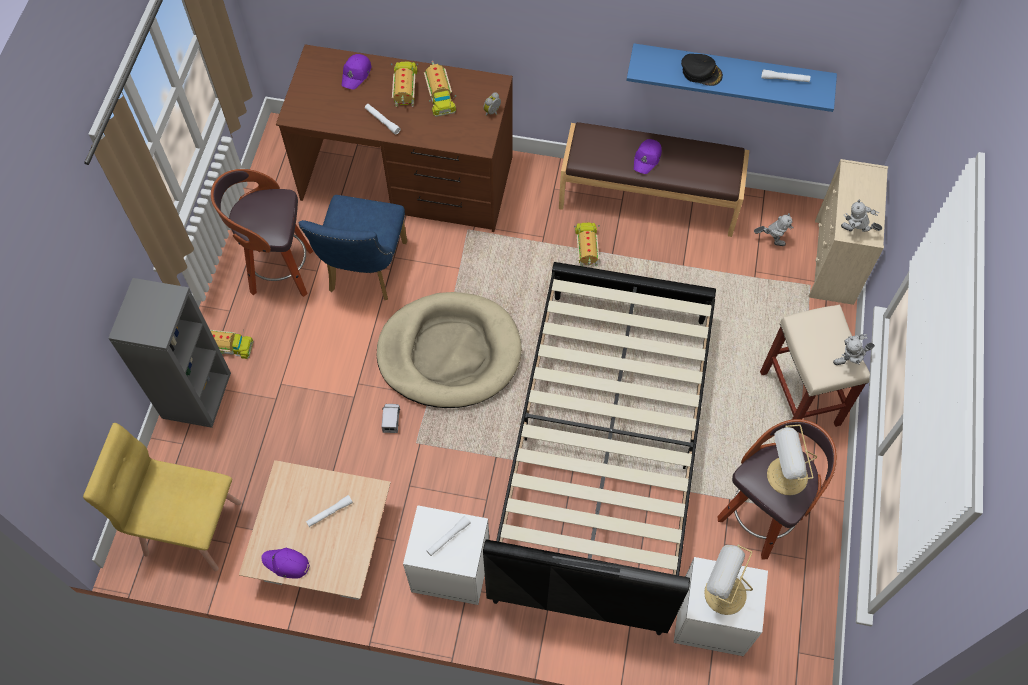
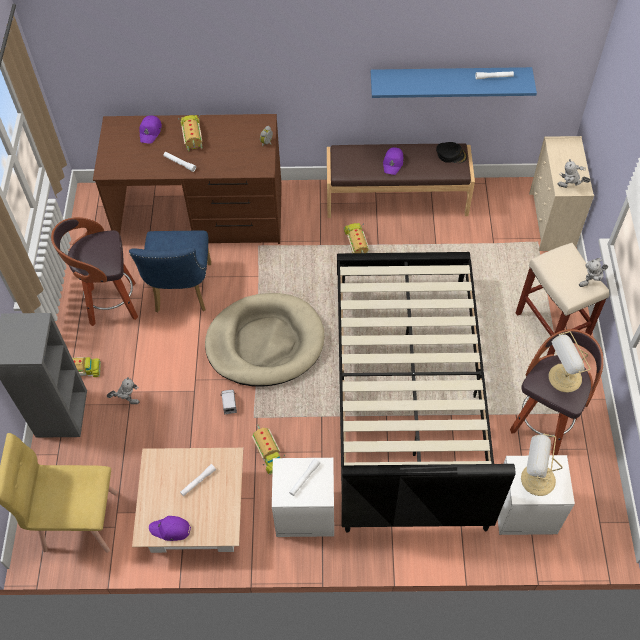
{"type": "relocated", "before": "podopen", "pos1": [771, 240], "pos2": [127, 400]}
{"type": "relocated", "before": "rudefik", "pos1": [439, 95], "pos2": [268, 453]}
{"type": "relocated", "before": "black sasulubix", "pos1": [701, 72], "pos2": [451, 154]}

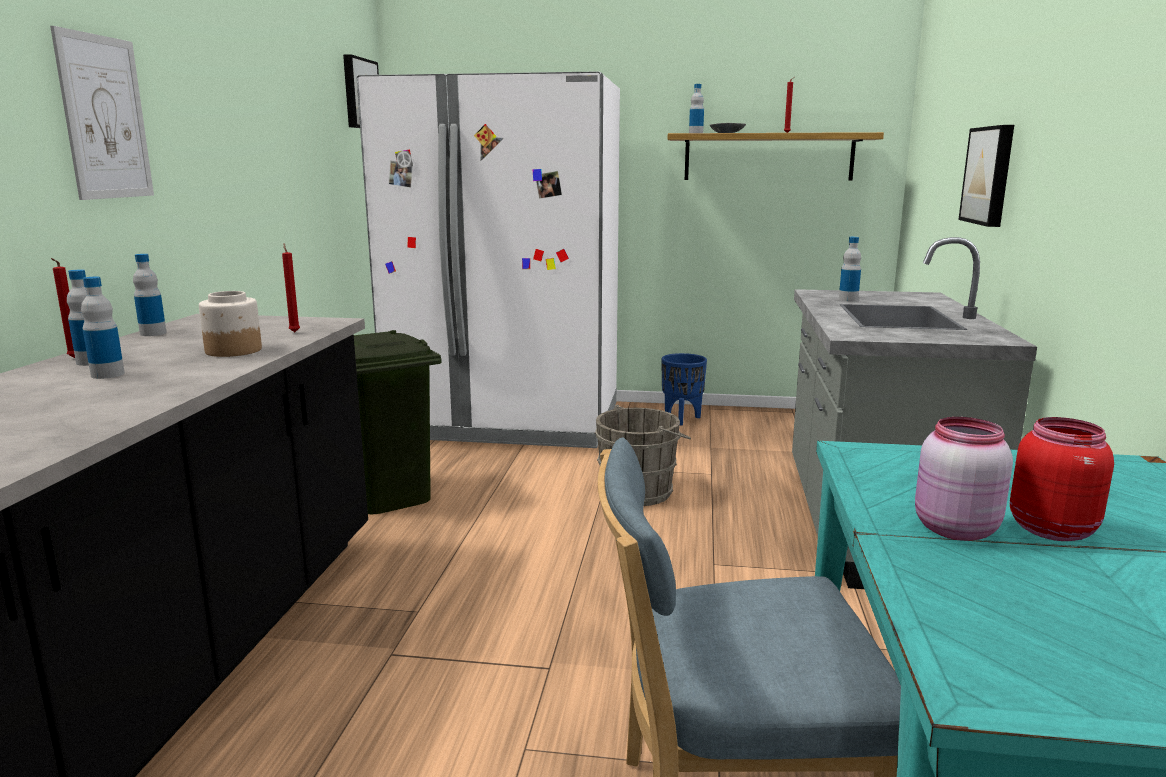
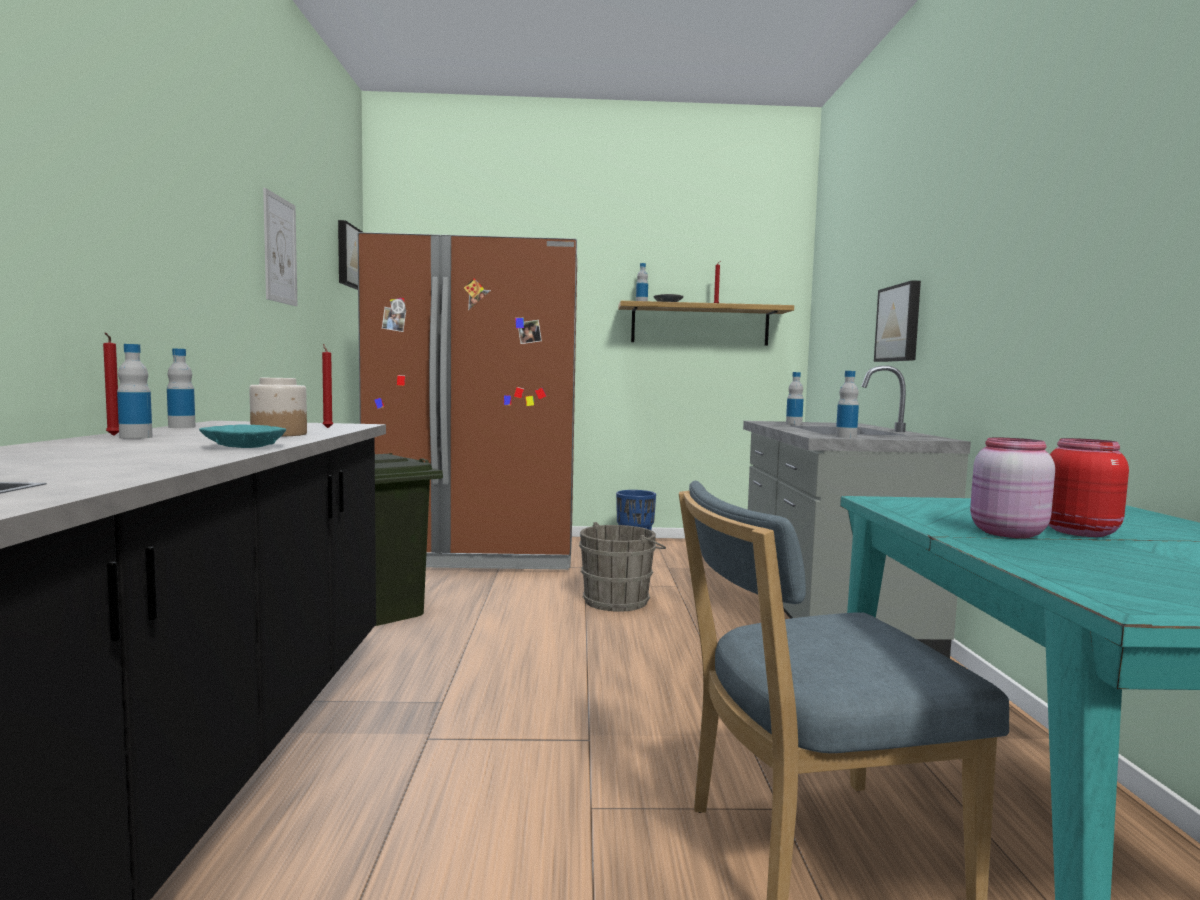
{"type": "appeared", "after": "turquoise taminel", "pos2": [244, 447]}
{"type": "relocated", "before": "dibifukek", "pos1": [105, 118], "pos2": [280, 250]}
{"type": "colour", "before": "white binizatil", "after": "brown binizatil", "pos1": [508, 421], "pos2": [477, 552]}
{"type": "relocated", "before": "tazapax", "pos1": [107, 374], "pos2": [846, 437]}

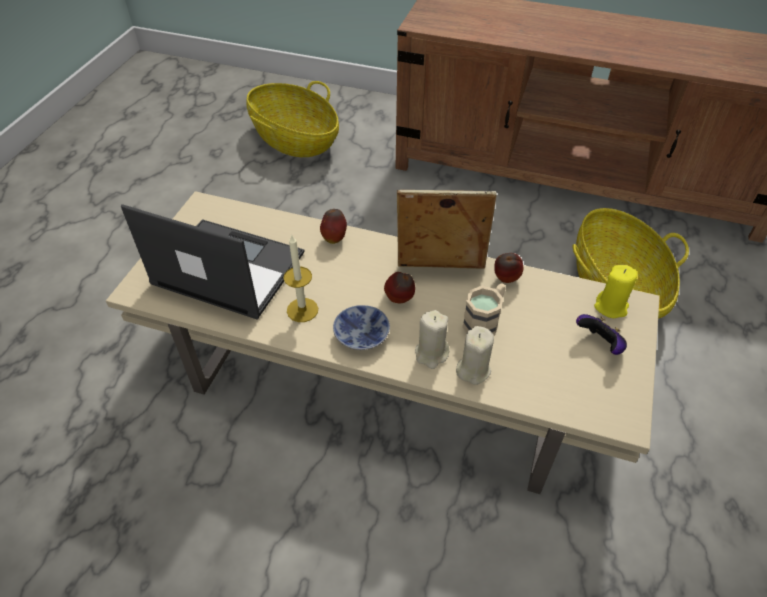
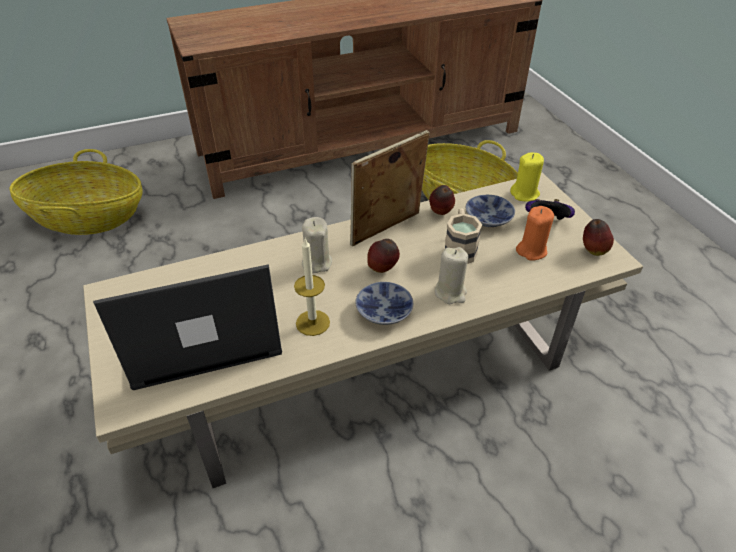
{"type": "relocated", "before": "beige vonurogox", "pos1": [473, 370], "pos2": [316, 263]}
{"type": "appeared", "after": "taminel", "pos2": [487, 219]}
{"type": "appeared", "after": "orange vonurogox", "pos2": [531, 250]}
{"type": "relocated", "before": "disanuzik", "pos1": [334, 238], "pos2": [592, 250]}

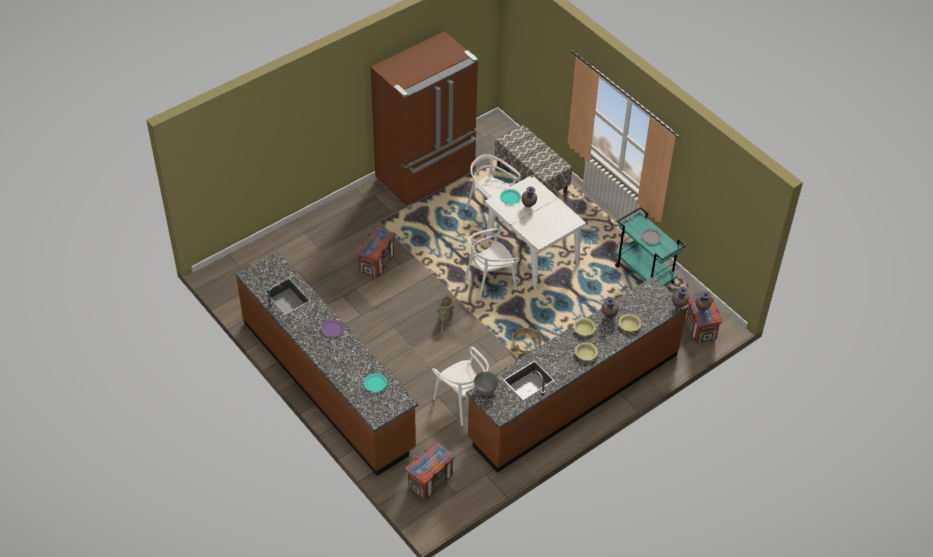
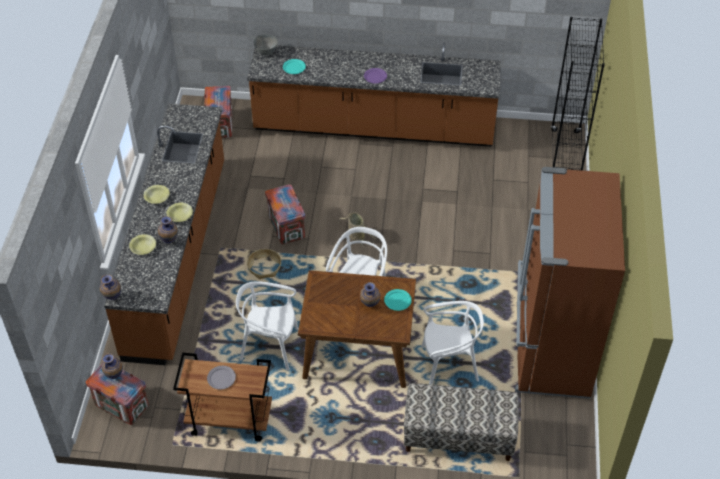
{"type": "colour", "before": "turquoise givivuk", "after": "brown givivuk", "pos1": [645, 274], "pos2": [229, 421]}
{"type": "relocated", "before": "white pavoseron", "pos1": [463, 402], "pos2": [270, 346]}
{"type": "relocated", "before": "grey taminel", "pos1": [486, 389], "pos2": [266, 52]}
{"type": "relocated", "before": "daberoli", "pos1": [376, 264], "pos2": [286, 227]}
{"type": "colour", "before": "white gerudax", "after": "brown gerudax", "pos1": [531, 253], "pos2": [358, 353]}
{"type": "appeared", "after": "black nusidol", "pos2": [565, 154]}

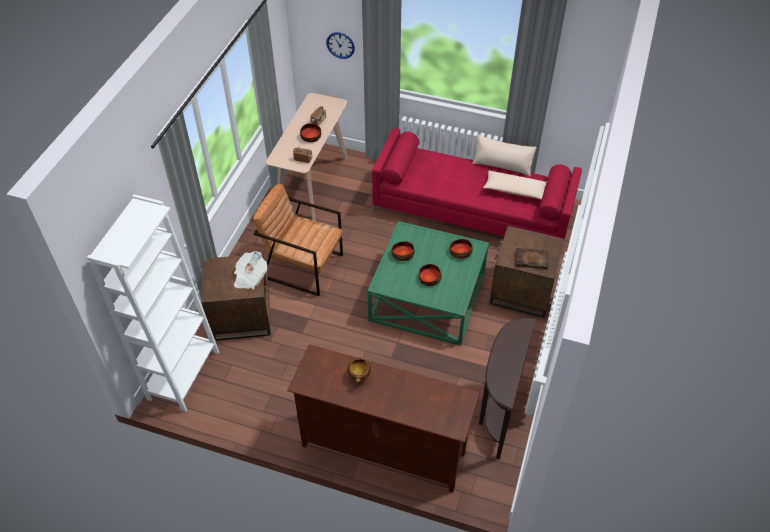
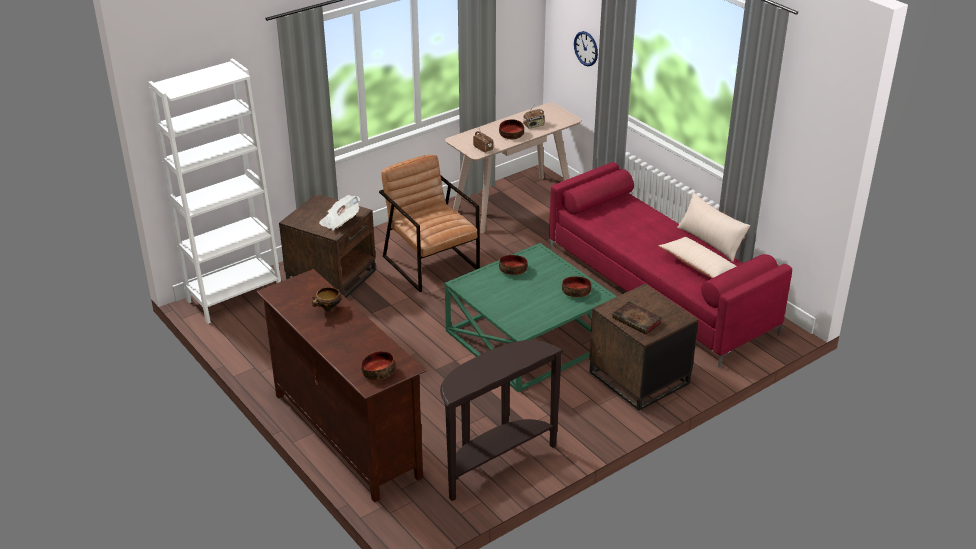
{"type": "relocated", "before": "taminel", "pos1": [429, 278], "pos2": [378, 371]}

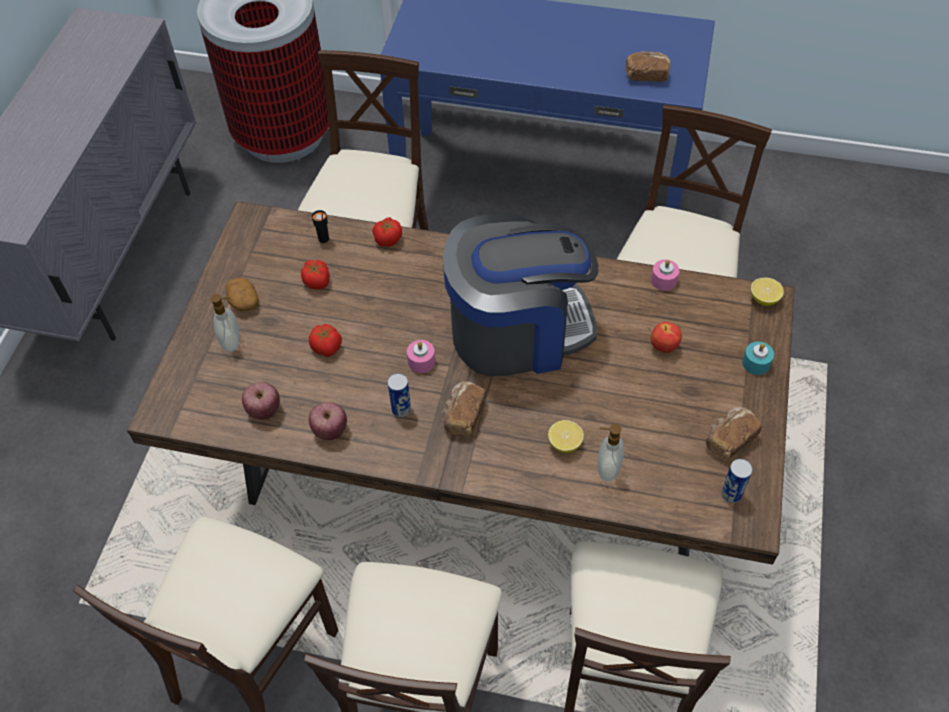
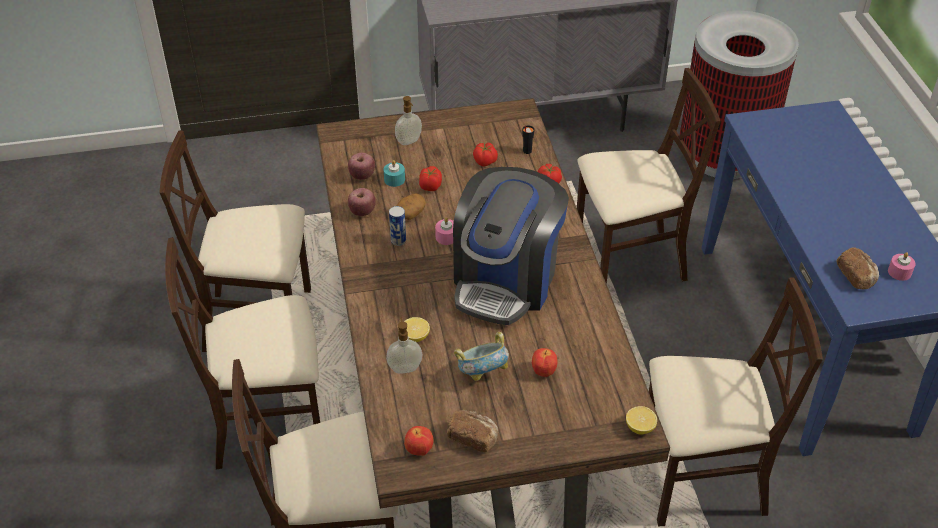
{"type": "relocated", "before": "turquoise vonurogox", "pos1": [756, 363], "pos2": [394, 179]}
{"type": "relocated", "before": "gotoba", "pos1": [243, 301], "pos2": [411, 213]}
{"type": "exchanged", "before": "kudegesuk", "after": "disanuzik", "pos1": [731, 494], "pos2": [419, 451]}
{"type": "spun", "before": "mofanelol", "pos1": [518, 331], "pos2": [506, 280], "turn": 60}
{"type": "appeared", "after": "taminel", "pos2": [482, 373]}
{"type": "relocated", "before": "pink vonurogox", "pos1": [663, 280], "pos2": [899, 272]}
{"type": "missing", "before": "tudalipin", "pos1": [463, 415]}

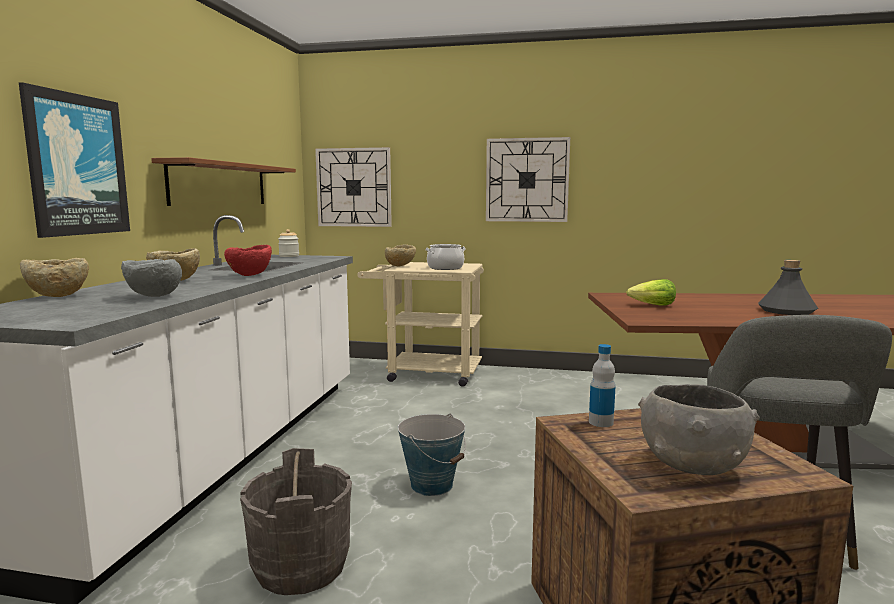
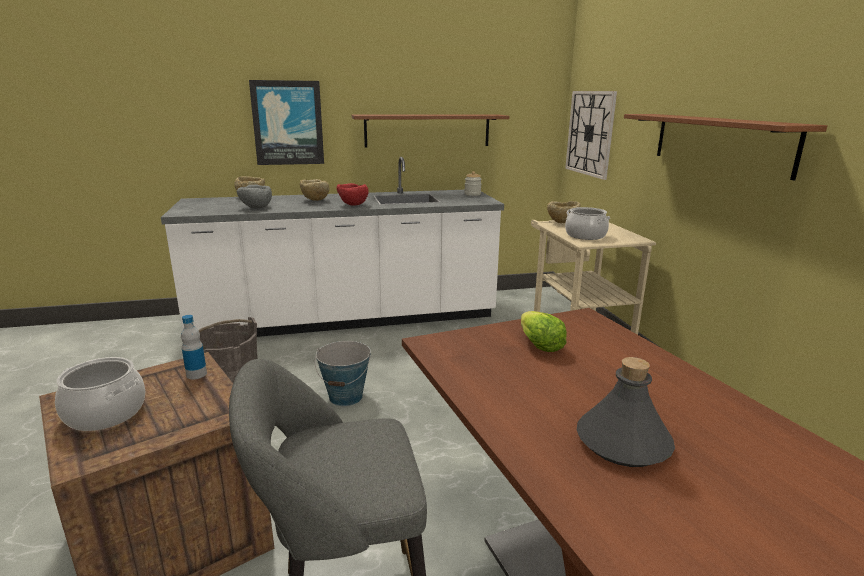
{"type": "exchanged", "before": "grey taminel", "after": "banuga", "pos1": [691, 465], "pos2": [106, 413]}
{"type": "exchanged", "before": "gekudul", "after": "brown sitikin", "pos1": [527, 180], "pos2": [720, 142]}

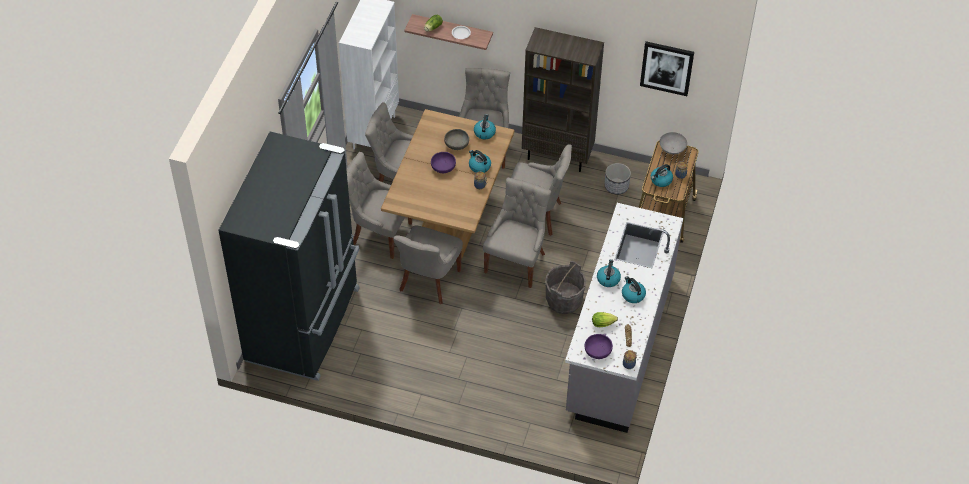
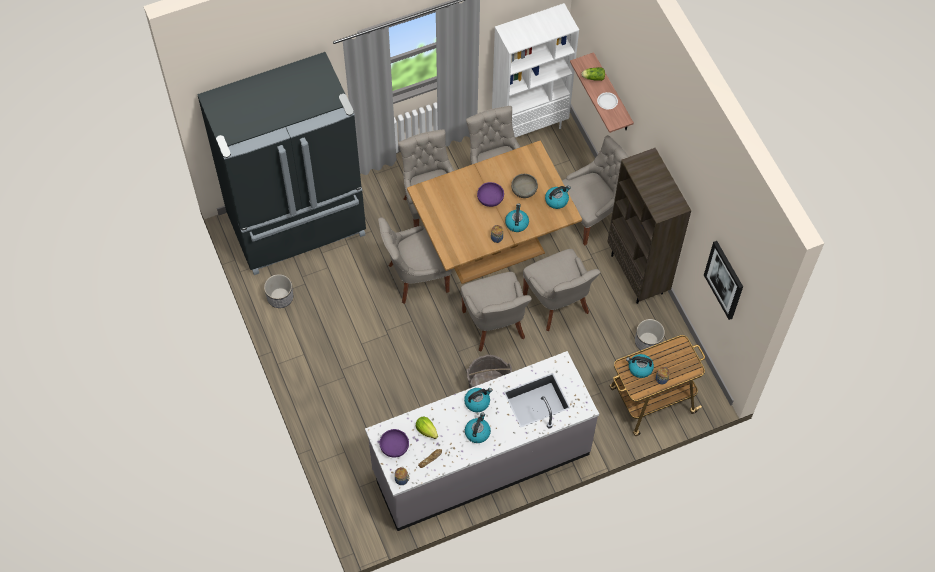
{"type": "appeared", "after": "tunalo", "pos2": [280, 297]}
{"type": "spun", "before": "grey pavoseron", "pos1": [516, 262], "pos2": [495, 325], "turn": 90}
{"type": "missing", "before": "grey taminel", "pos1": [671, 149]}

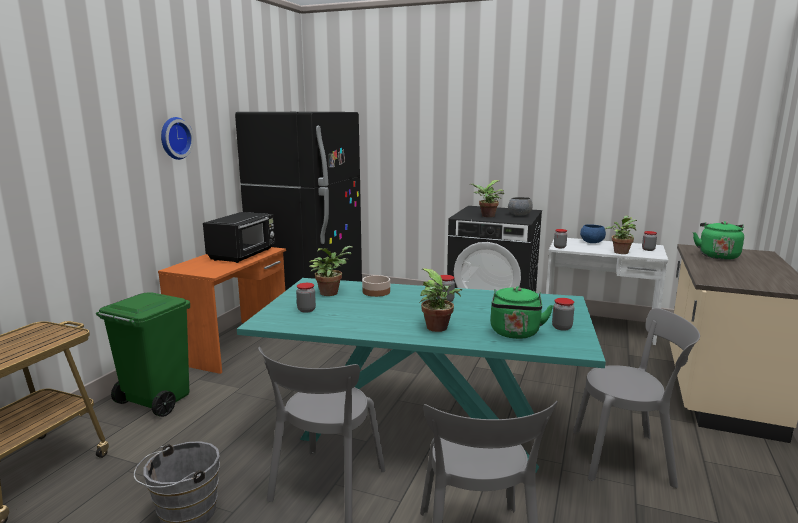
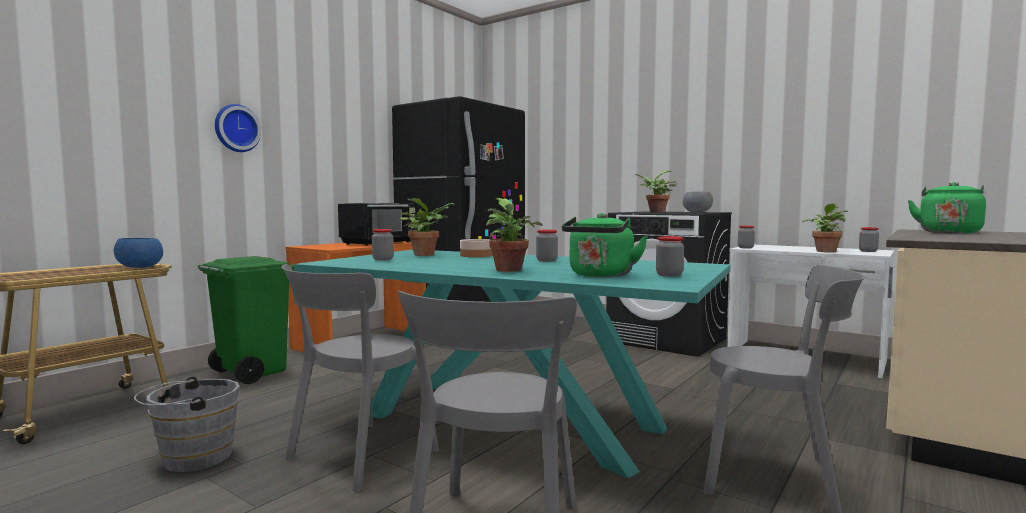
{"type": "relocated", "before": "blue taminel", "pos1": [592, 242], "pos2": [141, 267]}
{"type": "relocated", "before": "gekudul", "pos1": [174, 138], "pos2": [236, 128]}

